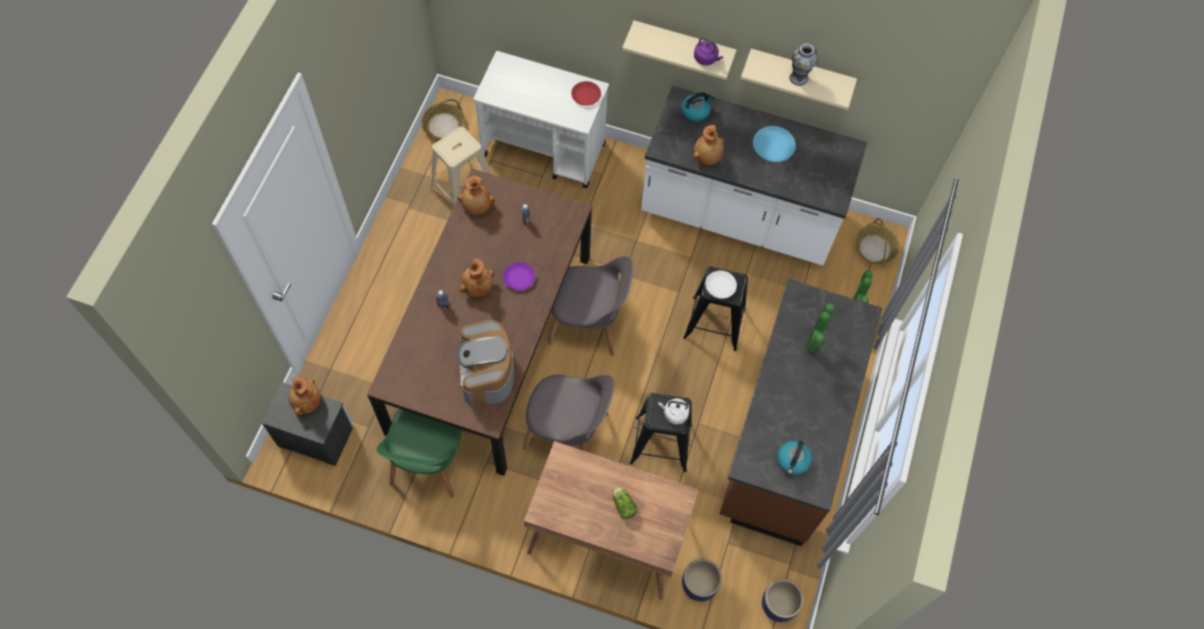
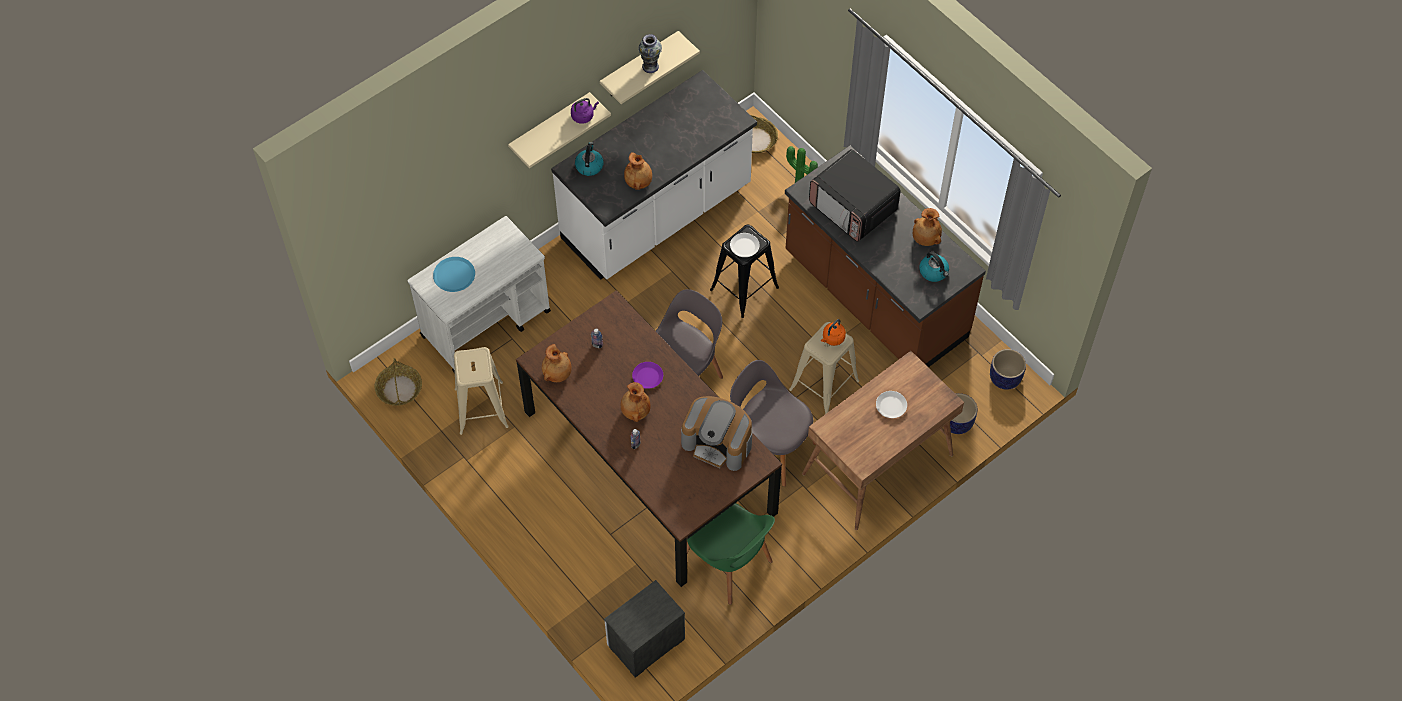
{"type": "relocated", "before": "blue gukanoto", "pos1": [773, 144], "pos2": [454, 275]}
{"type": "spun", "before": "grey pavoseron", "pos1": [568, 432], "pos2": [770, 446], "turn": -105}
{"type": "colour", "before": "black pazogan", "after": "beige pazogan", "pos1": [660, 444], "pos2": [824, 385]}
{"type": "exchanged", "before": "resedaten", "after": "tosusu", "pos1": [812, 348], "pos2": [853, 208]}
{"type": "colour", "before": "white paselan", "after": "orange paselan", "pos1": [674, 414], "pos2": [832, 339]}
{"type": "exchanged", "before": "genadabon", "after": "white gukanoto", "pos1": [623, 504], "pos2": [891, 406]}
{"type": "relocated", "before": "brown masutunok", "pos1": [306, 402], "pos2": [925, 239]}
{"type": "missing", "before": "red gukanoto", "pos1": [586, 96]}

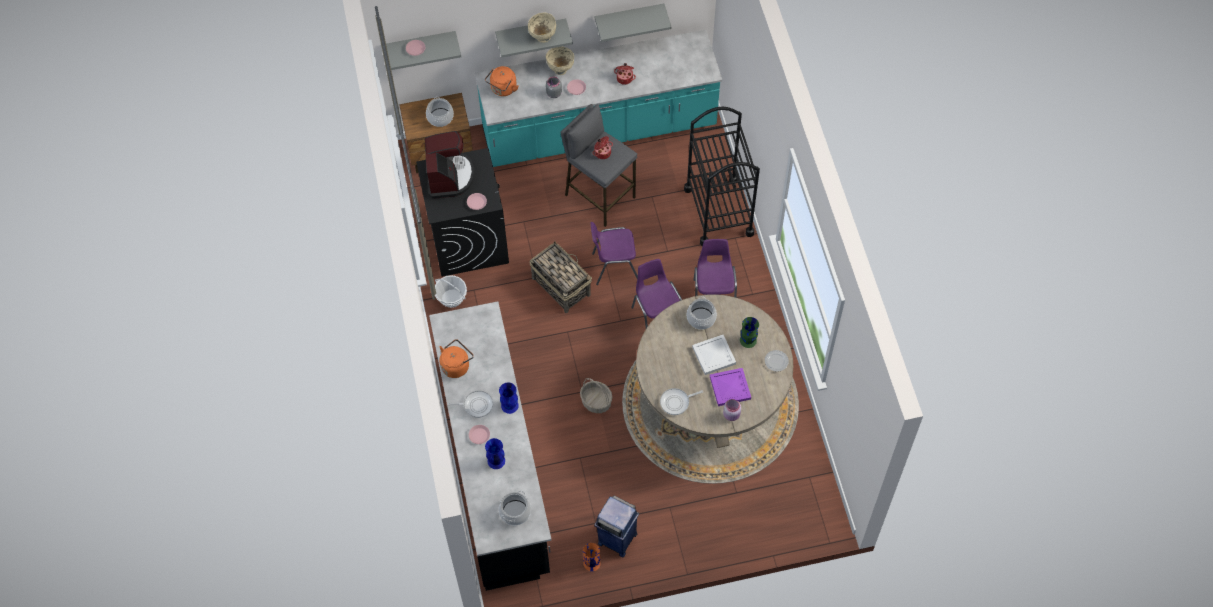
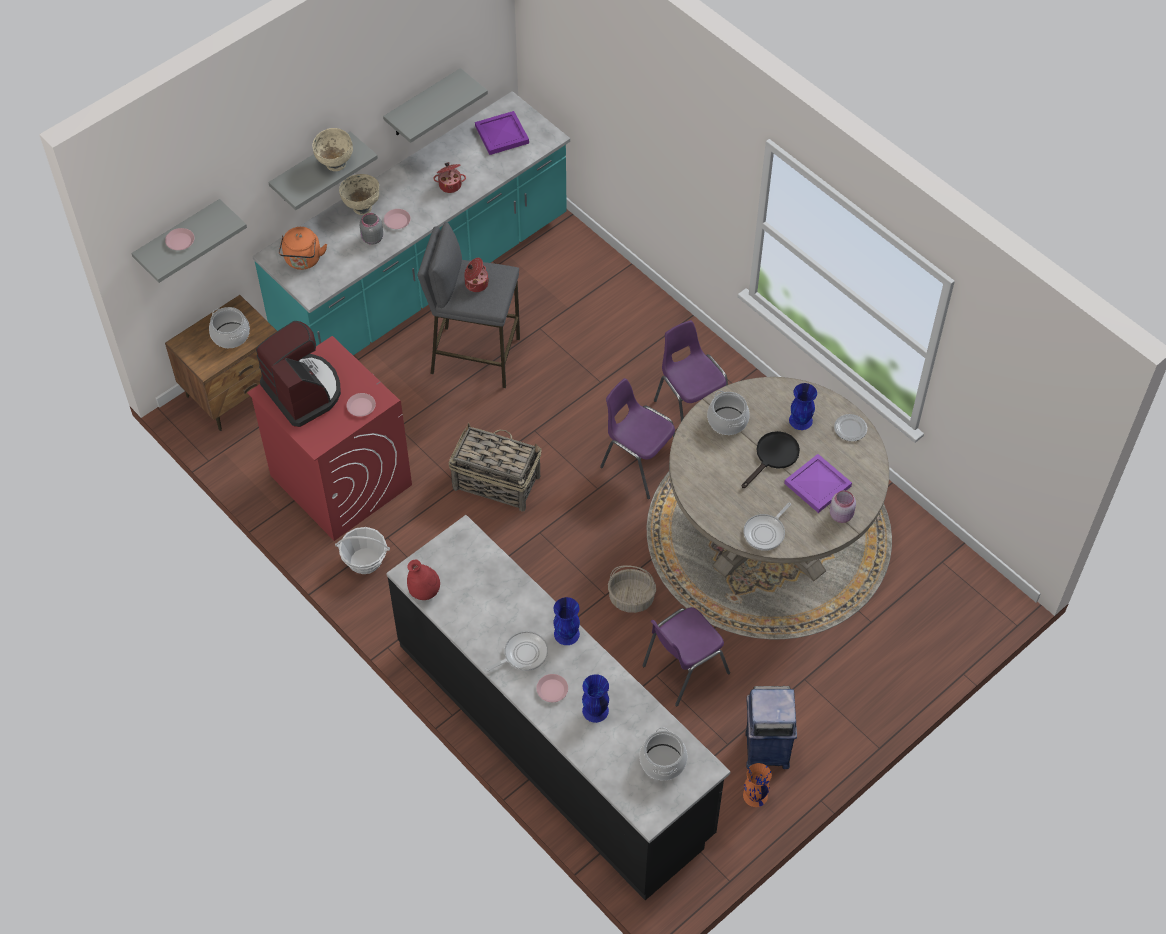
{"type": "colour", "before": "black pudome", "after": "red pudome", "pos1": [468, 239], "pos2": [340, 480]}
{"type": "appeared", "after": "red masutunok", "pos2": [424, 592]}
{"type": "appeared", "after": "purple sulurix", "pos2": [501, 135]}
{"type": "relocated", "before": "purple pavoseron", "pos1": [614, 266], "pos2": [683, 670]}
{"type": "exchanged", "before": "white sulurix", "after": "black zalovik", "pos1": [714, 356], "pos2": [773, 456]}
{"type": "colour", "before": "green masutunok", "after": "blue masutunok", "pos1": [748, 340], "pos2": [801, 420]}
{"type": "missing", "before": "orange paselan", "pos1": [456, 365]}
{"type": "missing", "before": "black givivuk", "pos1": [718, 211]}

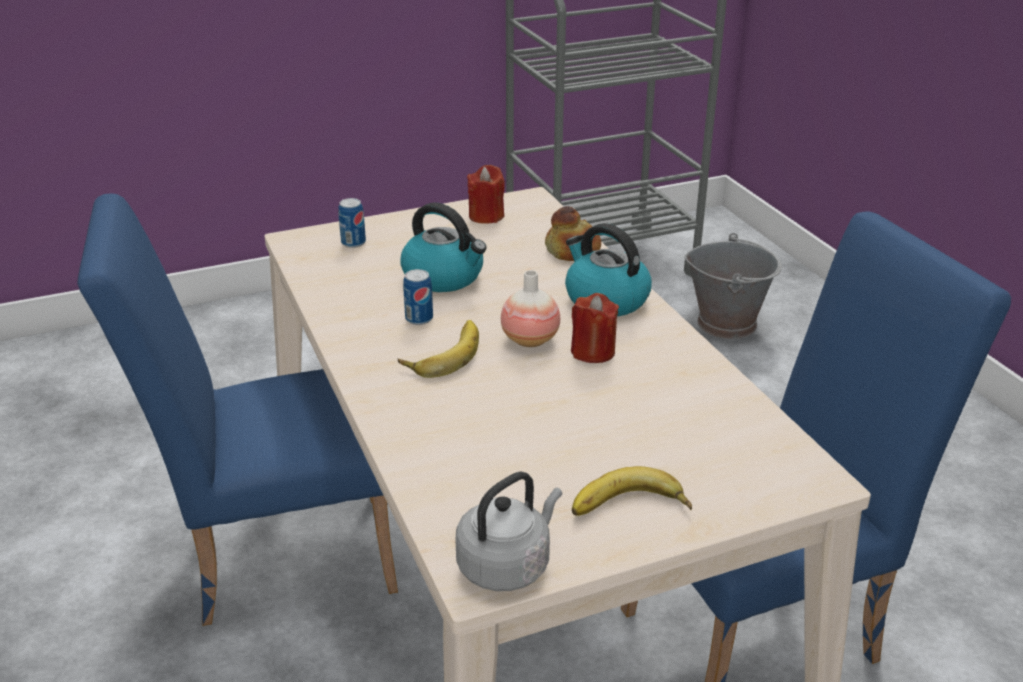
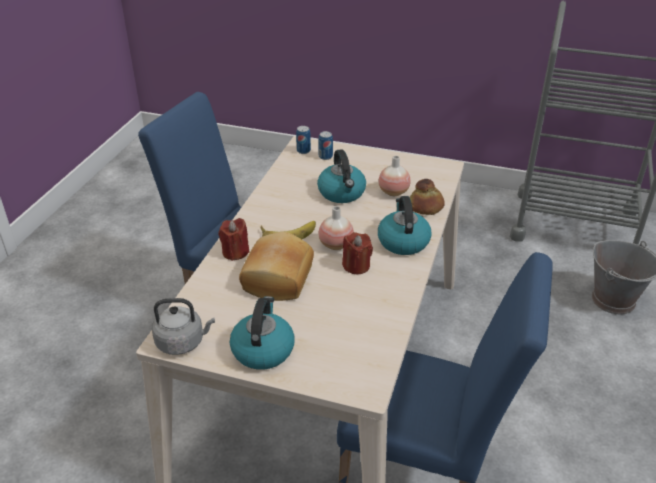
{"type": "relocated", "before": "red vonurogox", "pos1": [486, 216], "pos2": [235, 252]}
{"type": "exchanged", "before": "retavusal", "after": "paselan", "pos1": [630, 509], "pos2": [263, 349]}
{"type": "appeared", "after": "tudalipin", "pos2": [276, 278]}
{"type": "relocated", "before": "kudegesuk", "pos1": [419, 319], "pos2": [303, 151]}
{"type": "appeared", "after": "masutunok", "pos2": [393, 192]}

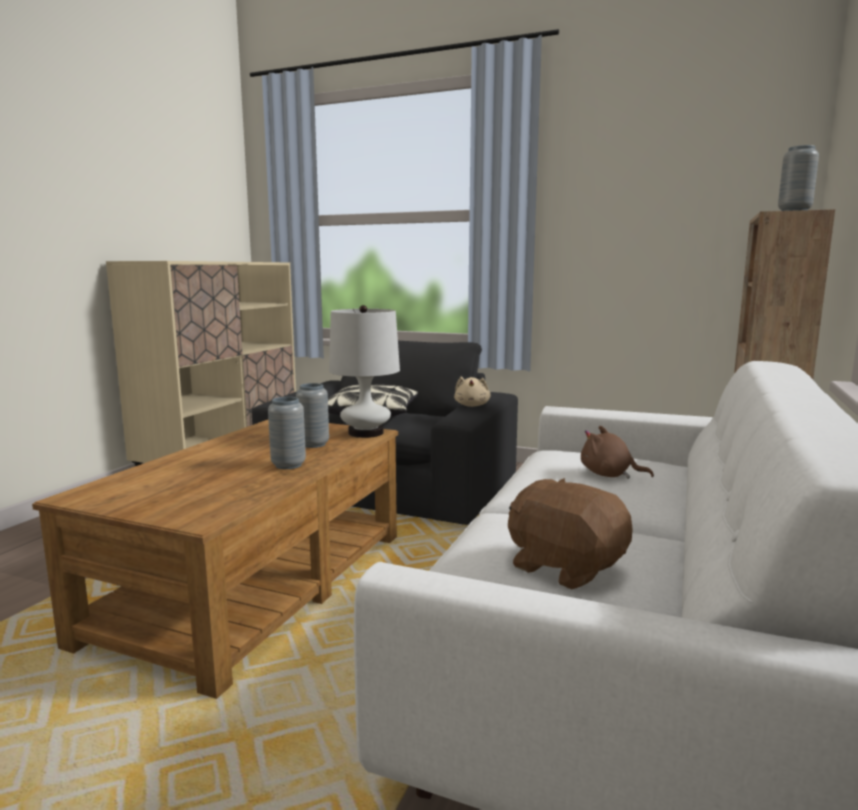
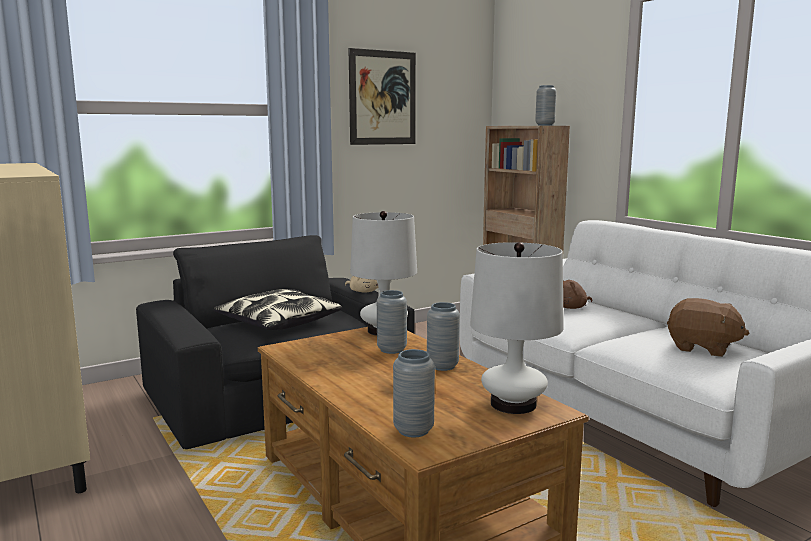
{"type": "appeared", "after": "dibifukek", "pos2": [382, 98]}
{"type": "appeared", "after": "grey masutunok", "pos2": [413, 430]}
{"type": "appeared", "after": "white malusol", "pos2": [513, 404]}
{"type": "spun", "before": "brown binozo", "pos1": [565, 566], "pos2": [702, 348], "turn": -135}

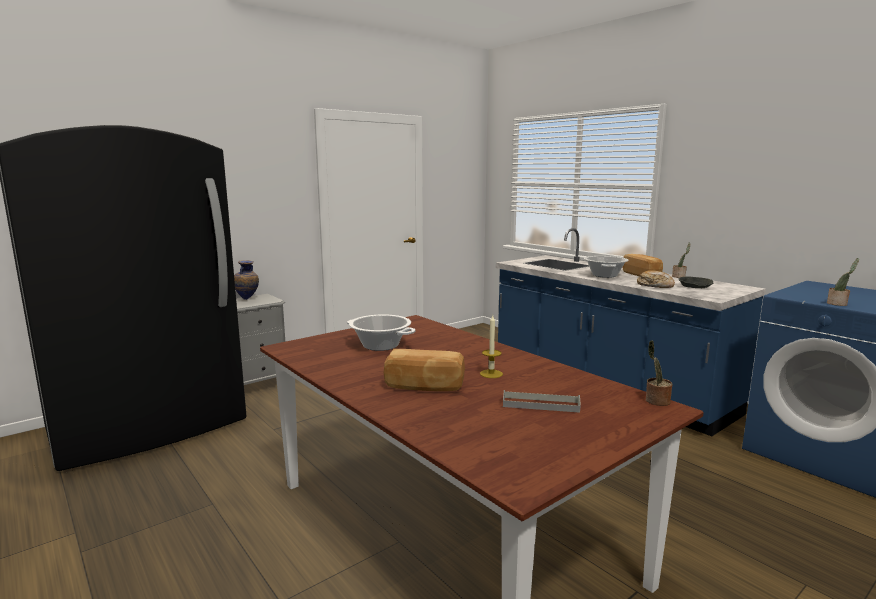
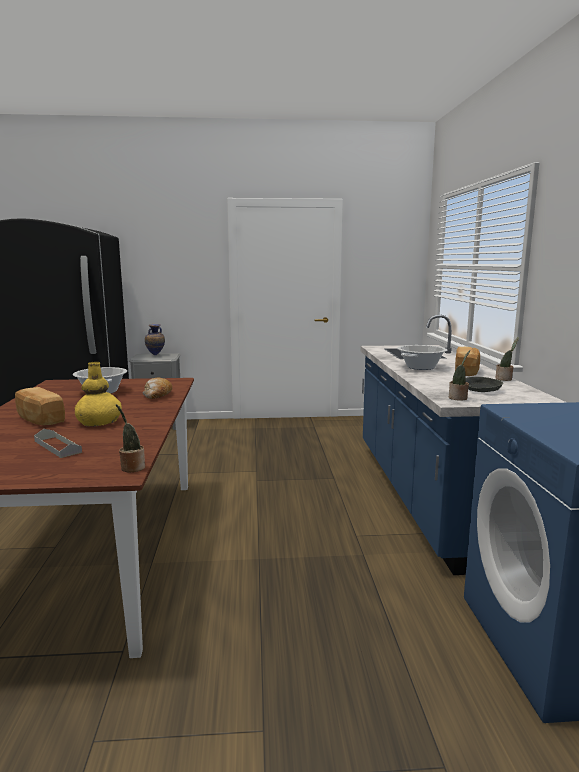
{"type": "exchanged", "before": "vonurogox", "after": "yellow masutunok", "pos1": [491, 374], "pos2": [99, 422]}
{"type": "relocated", "before": "tudalipin", "pos1": [655, 286], "pos2": [157, 395]}
{"type": "relocated", "before": "resedaten", "pos1": [838, 304], "pos2": [458, 398]}

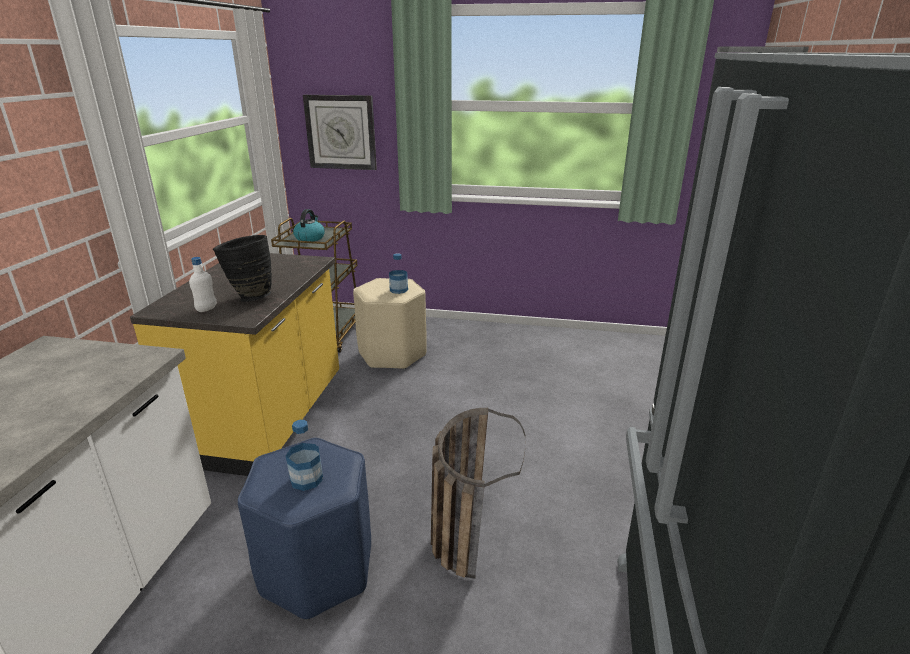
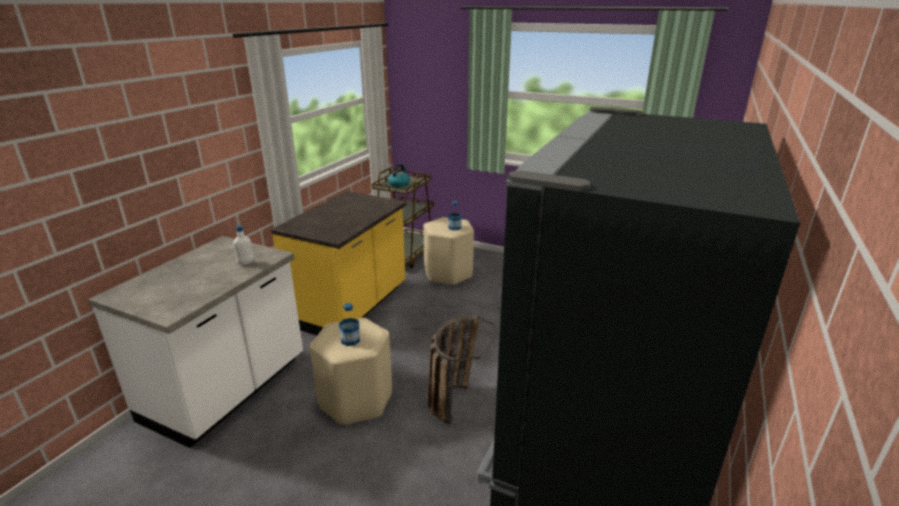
{"type": "relocated", "before": "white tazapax", "pos1": [206, 309], "pos2": [246, 263]}
{"type": "colour", "before": "blue pazogan", "after": "beige pazogan", "pos1": [317, 569], "pos2": [356, 400]}
{"type": "missing", "before": "black masutunok", "pos1": [249, 297]}
{"type": "missing", "before": "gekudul", "pos1": [341, 132]}

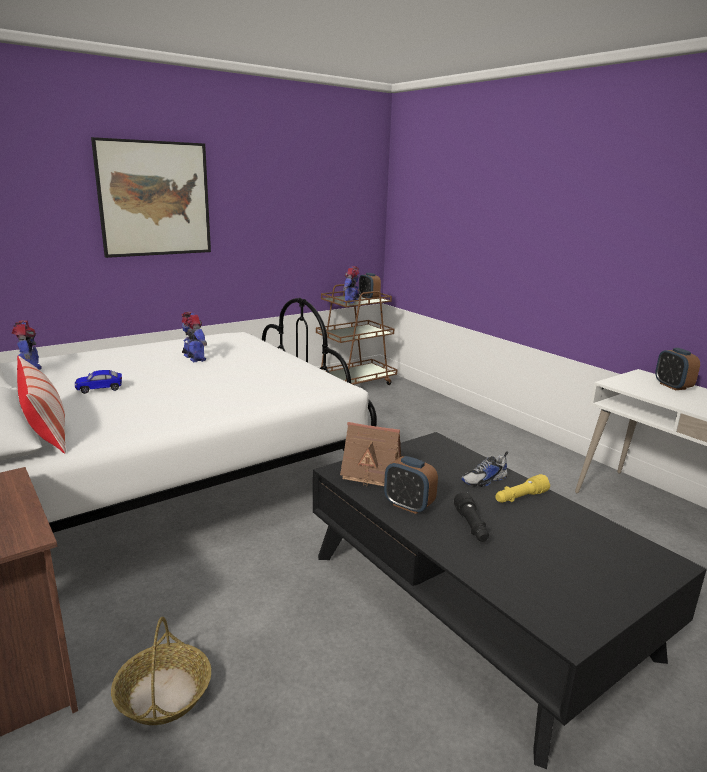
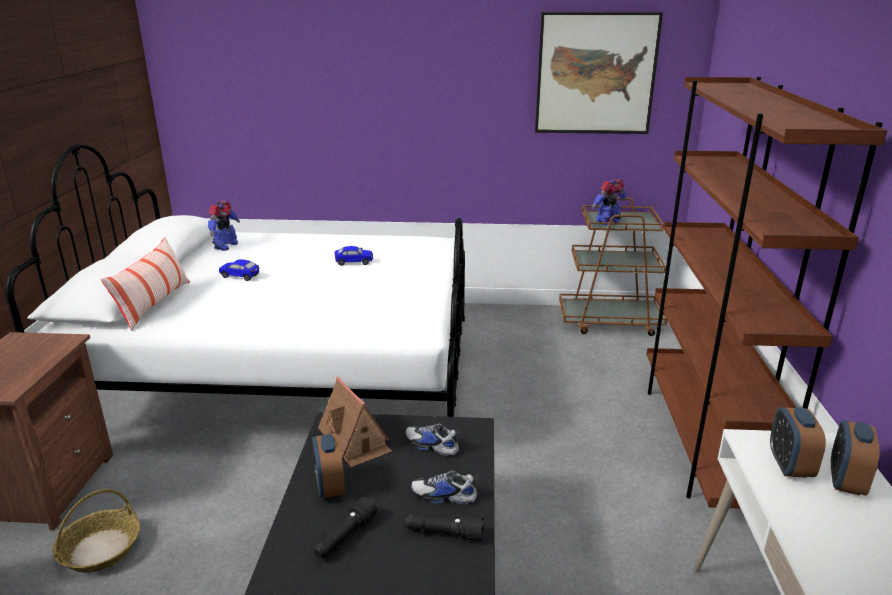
{"type": "exchanged", "before": "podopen", "after": "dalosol", "pos1": [194, 359], "pos2": [354, 262]}
{"type": "colour", "before": "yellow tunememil", "after": "black tunememil", "pos1": [520, 498], "pos2": [443, 533]}
{"type": "appeared", "after": "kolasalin", "pos2": [431, 445]}
{"type": "relocated", "before": "dibifukek", "pos1": [154, 199], "pos2": [595, 74]}
{"type": "appeared", "after": "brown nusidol", "pos2": [701, 441]}
{"type": "relocated", "before": "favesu", "pos1": [369, 298], "pos2": [789, 466]}

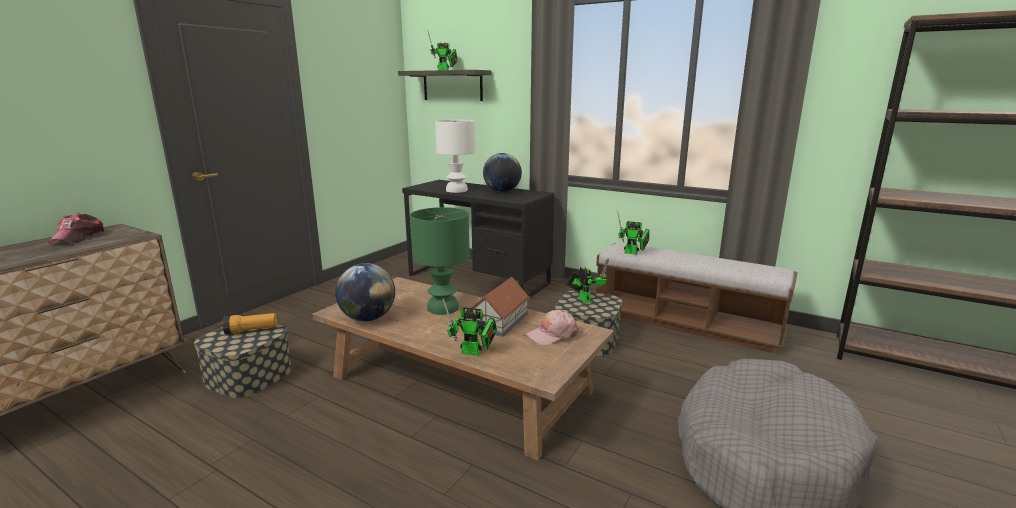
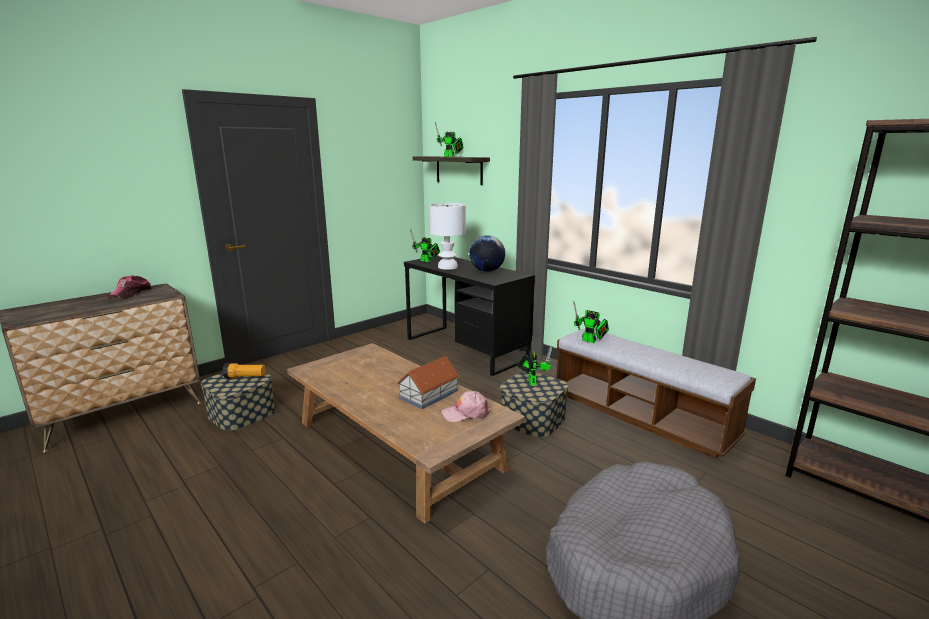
{"type": "relocated", "before": "podopen", "pos1": [474, 353], "pos2": [427, 261]}
{"type": "missing", "before": "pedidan", "pos1": [368, 318]}
{"type": "missing", "before": "green malusol", "pos1": [443, 308]}

